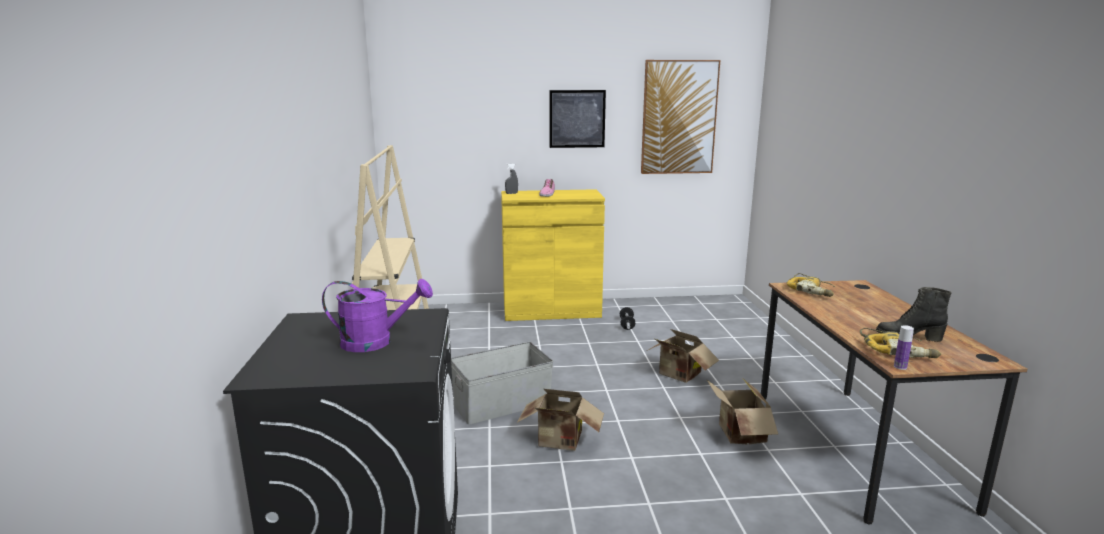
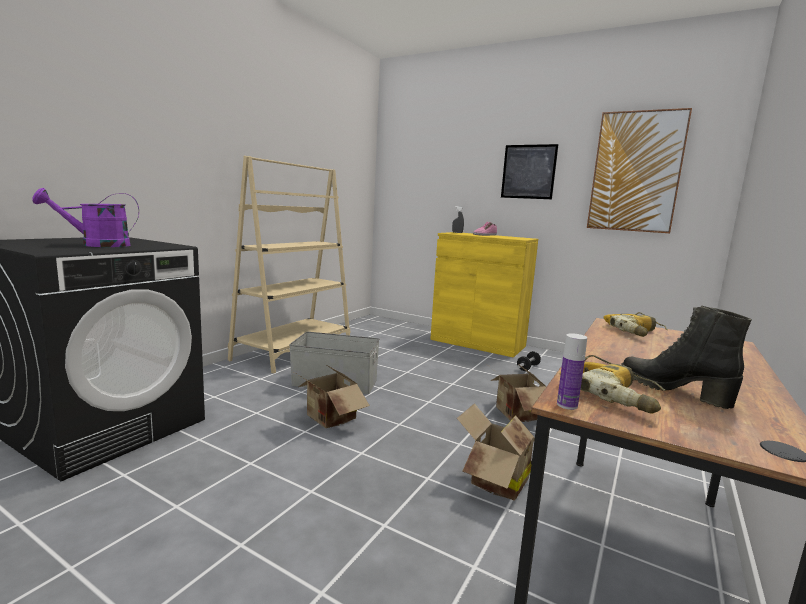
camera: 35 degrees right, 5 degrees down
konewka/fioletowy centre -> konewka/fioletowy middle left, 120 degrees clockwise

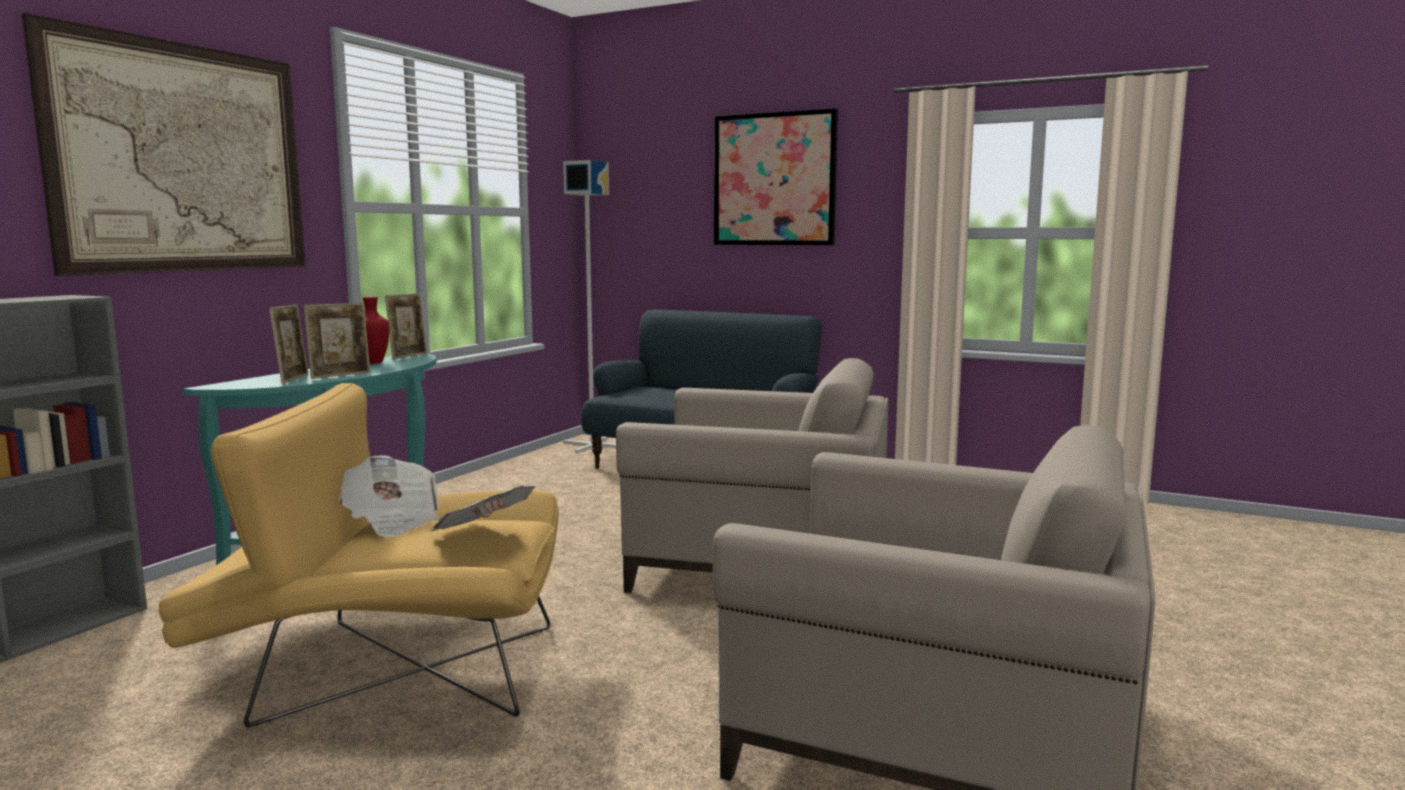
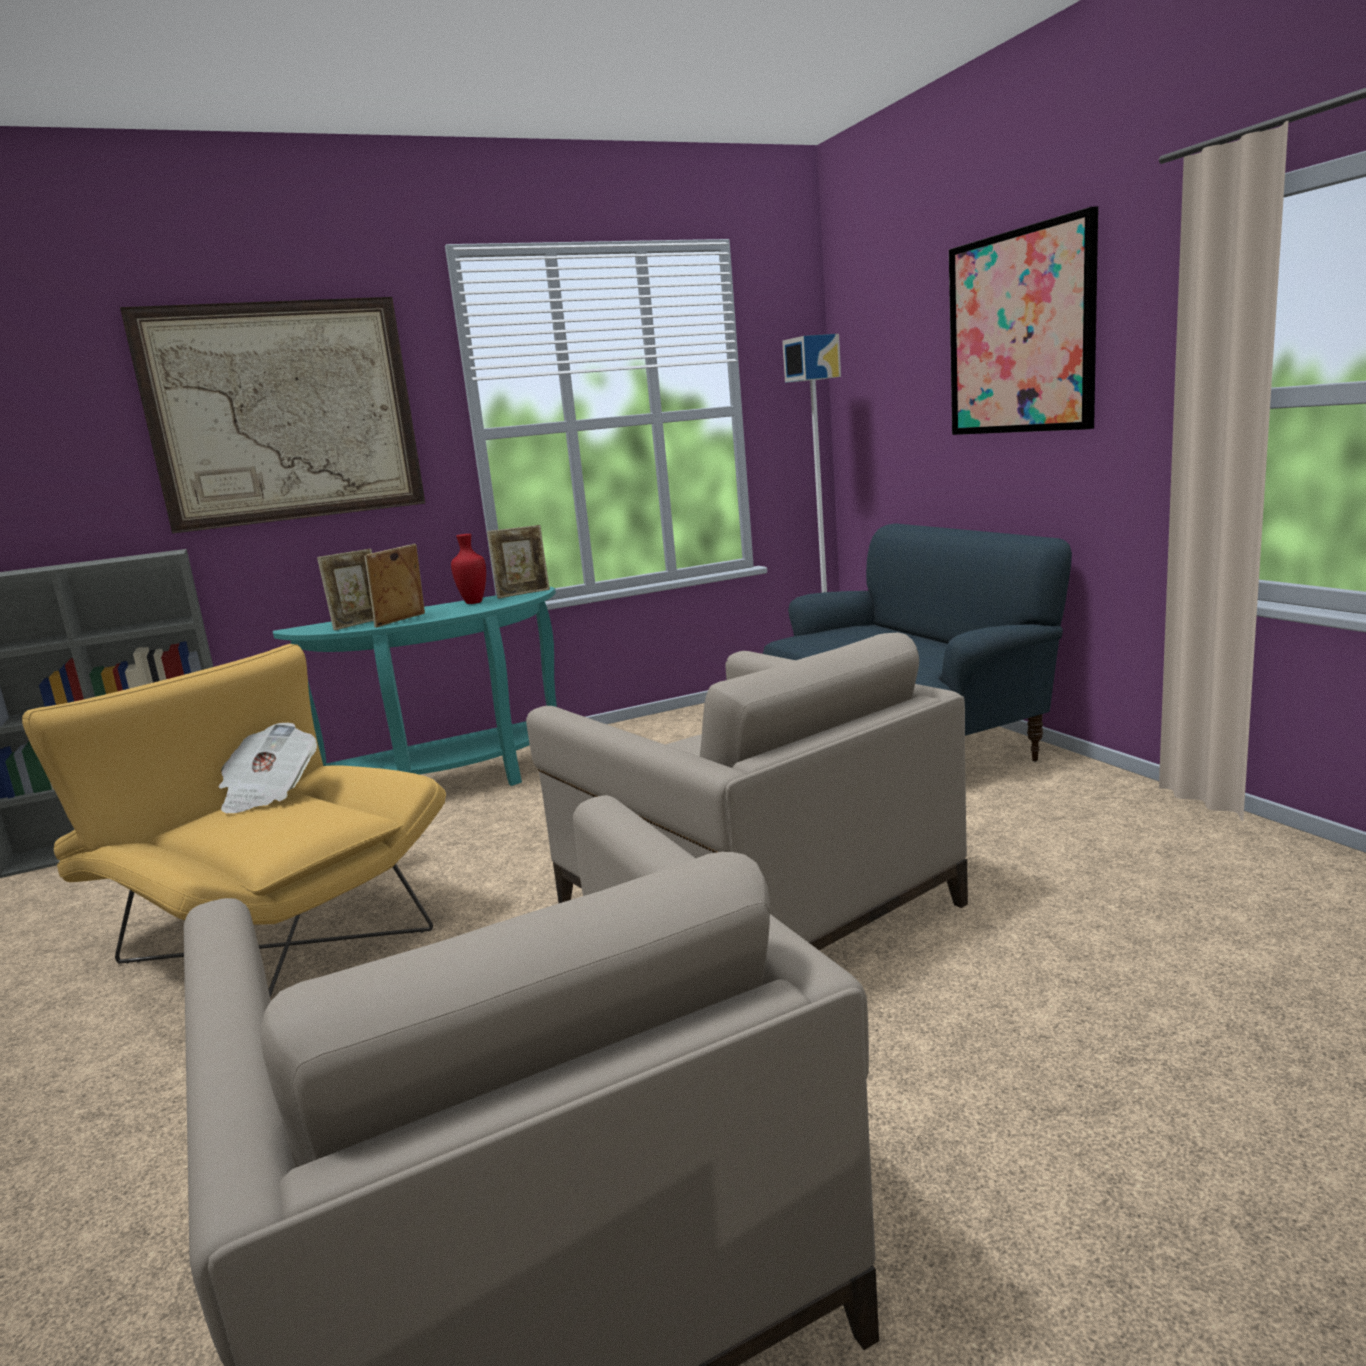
camera: 40 degrees right, 5 degrees up
ramka na zdjęcie (2nd from left) middle left, 135 degrees clockwise
gazeta (2nd from left) centre -> none

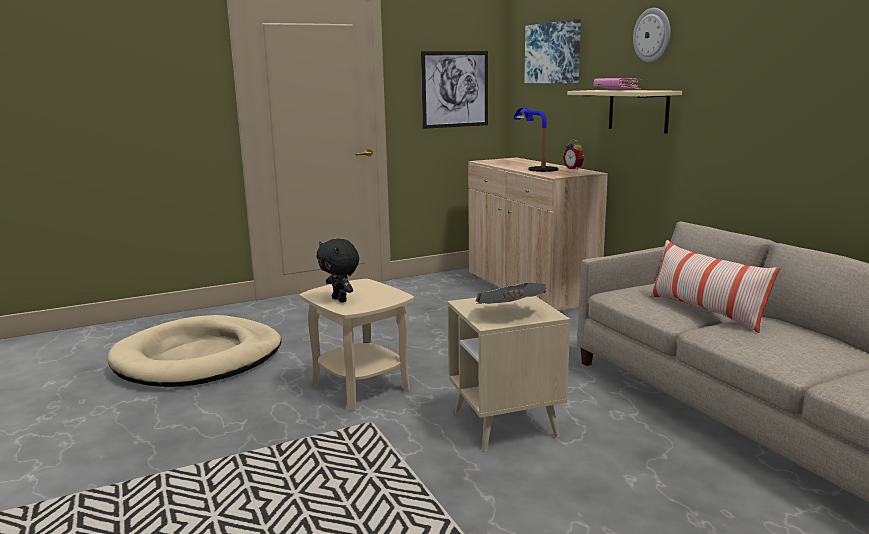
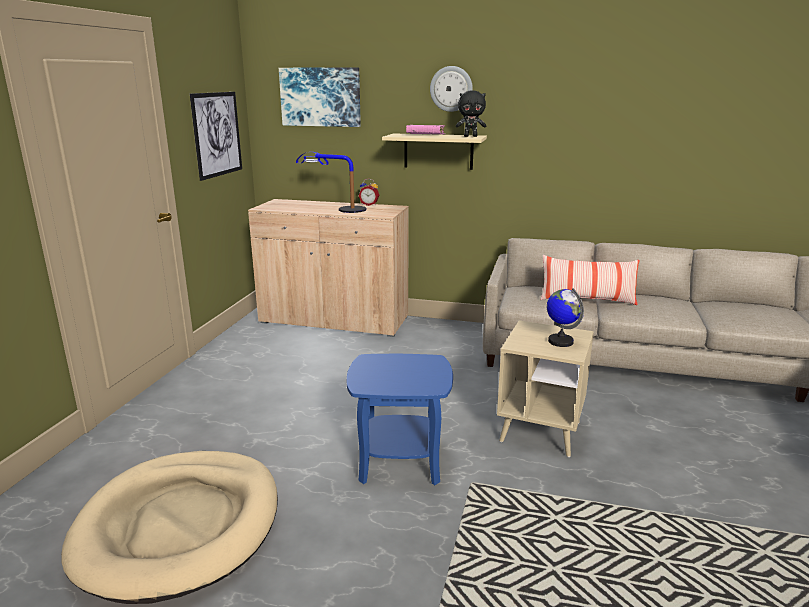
camera: 50 degrees left, 5 degrees up
stolik/beżowy (1st from left) centre -> stolik/niebieski bottom centre
pluszak/czarny centre -> pluszak/czarny top centre, moved
gazeta centre -> globus middle right

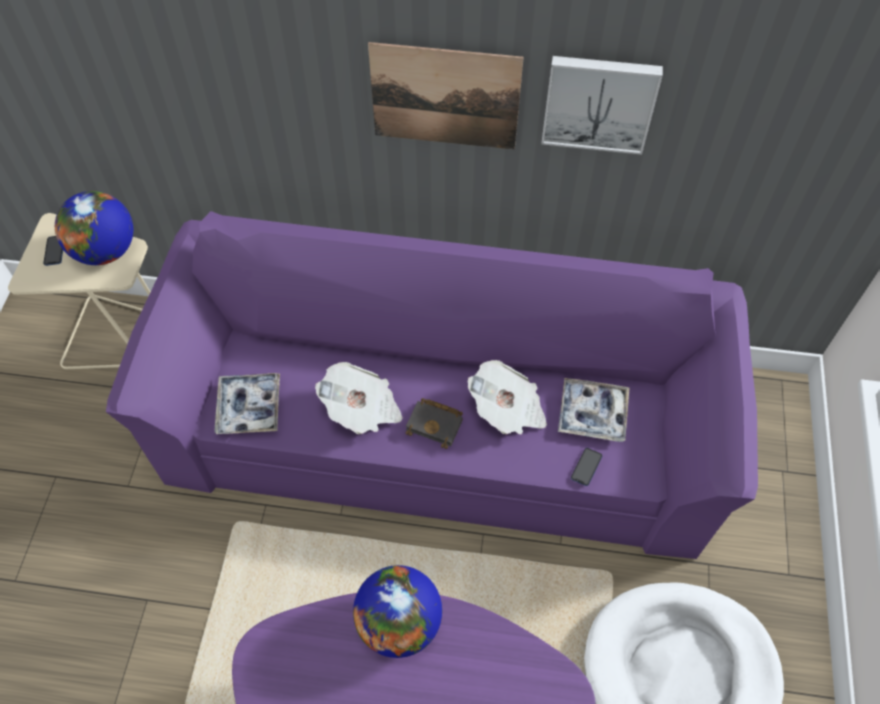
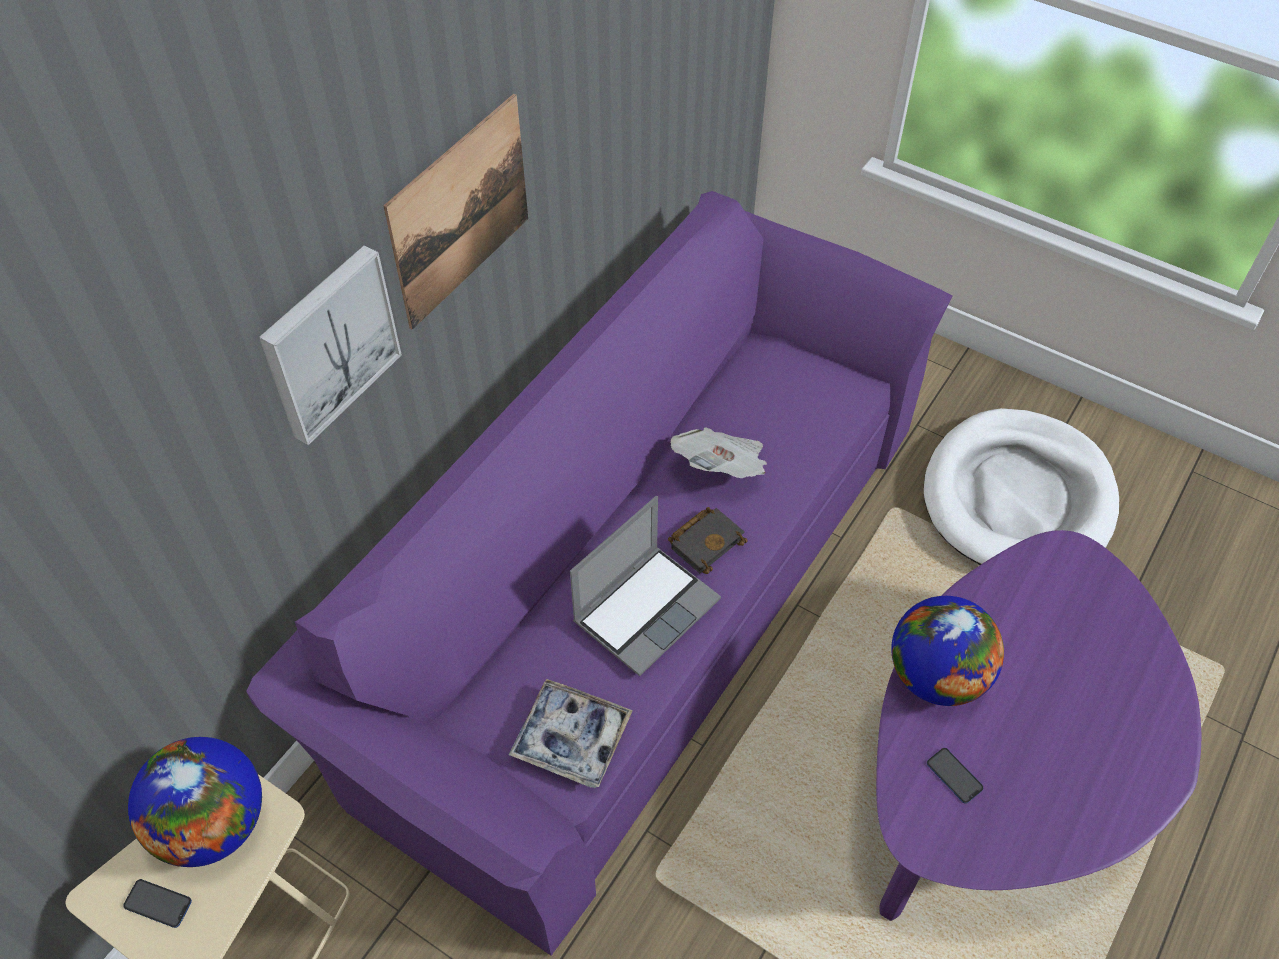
camera: 65 degrees left, 5 degrees down
obraz (2nd from left in the first image) top right -> obraz (1st from left) middle left, moved
gazeta (1st from left) centre -> laptop centre
telefon (2nd from left) centre -> telefon (2nd from left) bottom right, moved
taca (2nd from left) middle right -> none

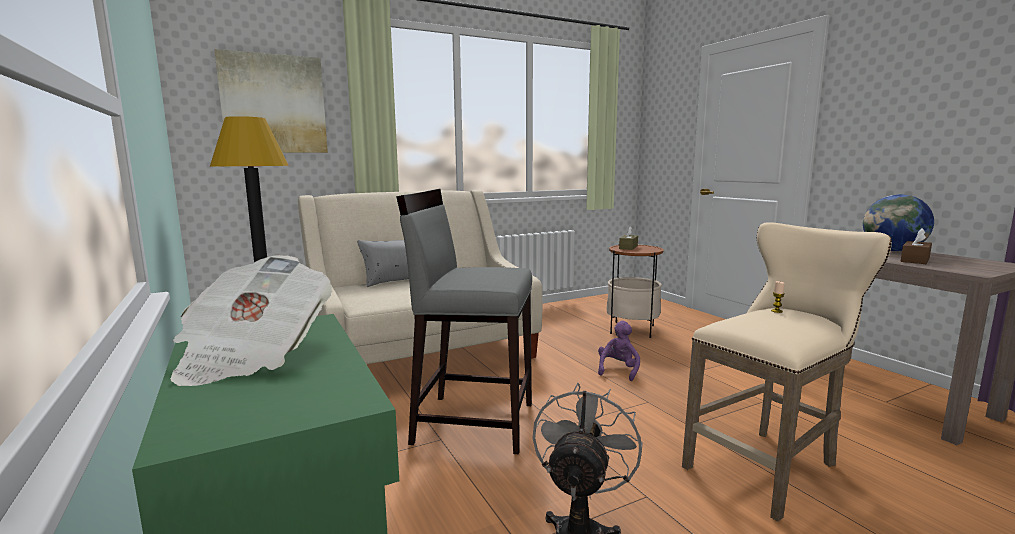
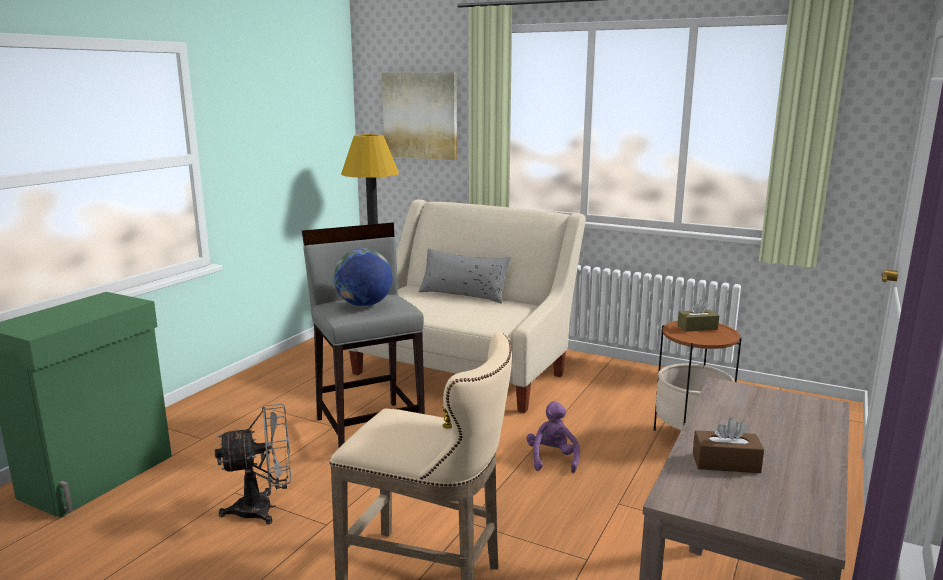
camera: 55 degrees right, 5 degrees up
globus middle right -> globus centre, moved
pluszak/fioletowy centre -> pluszak/fioletowy bottom centre, 75 degrees counterclockwise
gazeta middle left -> none

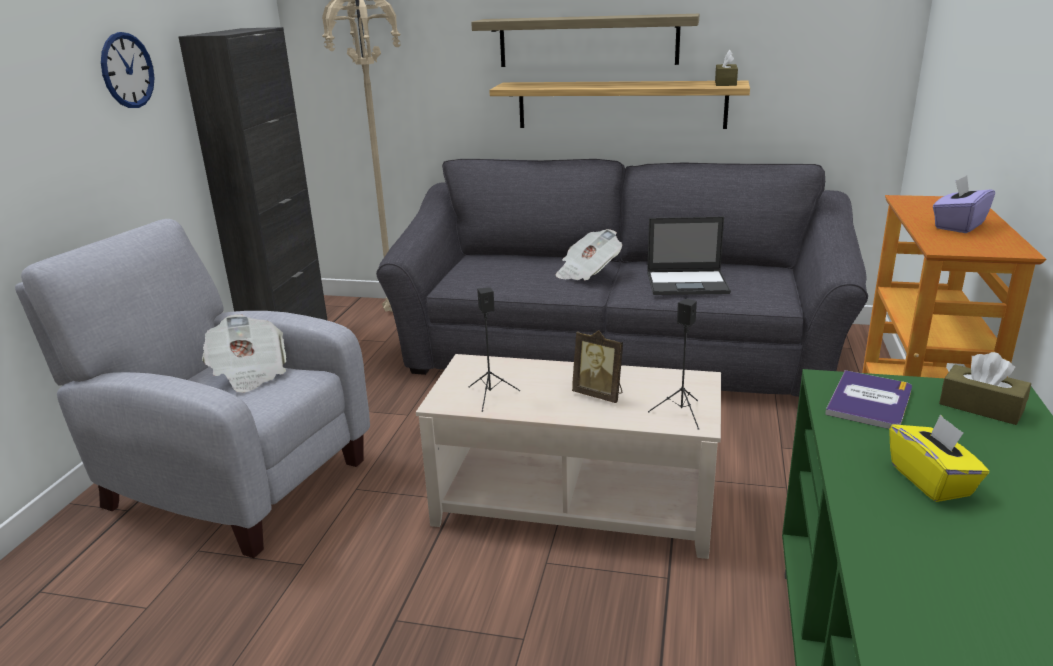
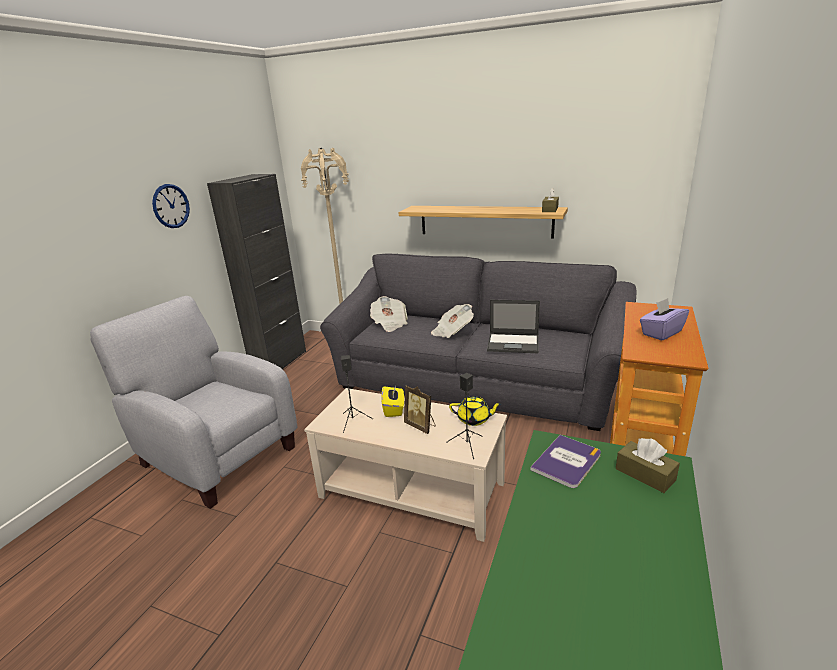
camera: 10 degrees right, 0 degrees up
gazeta (1st from left) middle left -> gazeta (1st from left) centre, moved
pudełko chusteczek/żółty bottom right -> pudełko chusteczek/żółty centre, moved
none -> imbryk/żółty centre
półka (1st from left) top centre -> none

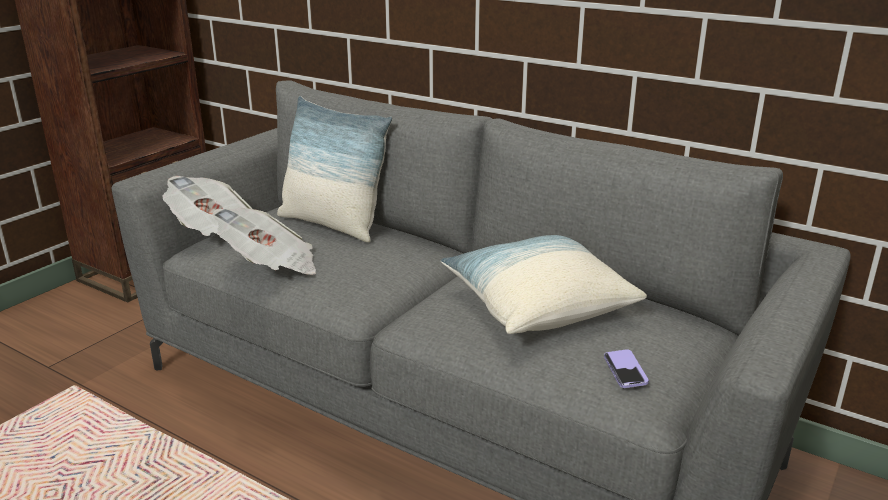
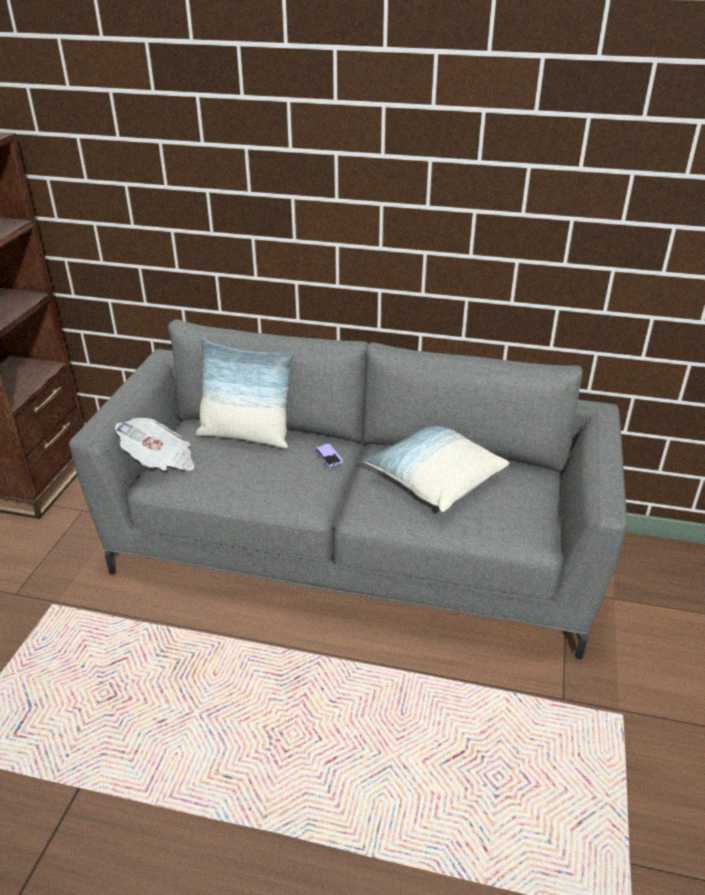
camera: 20 degrees left, 10 degrees up
telefon bottom right -> telefon centre, moved
gazeta (2nd from left) middle left -> none

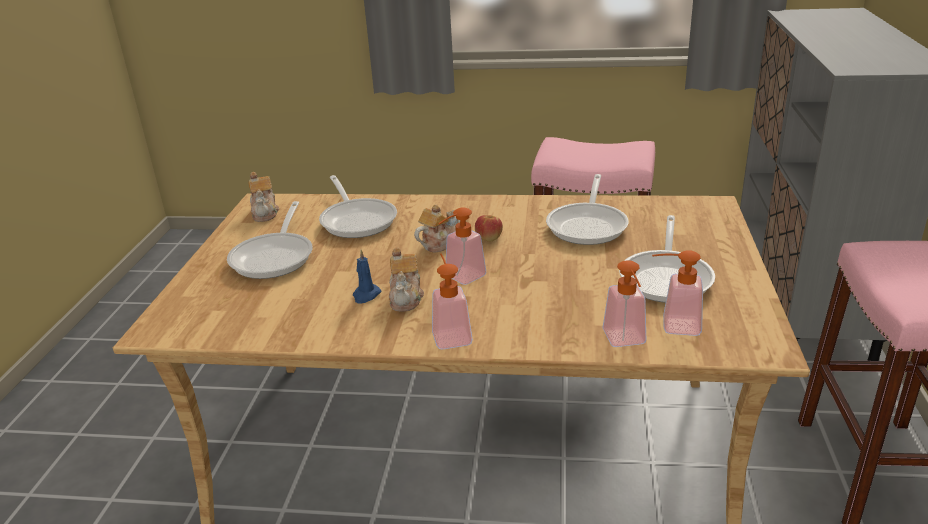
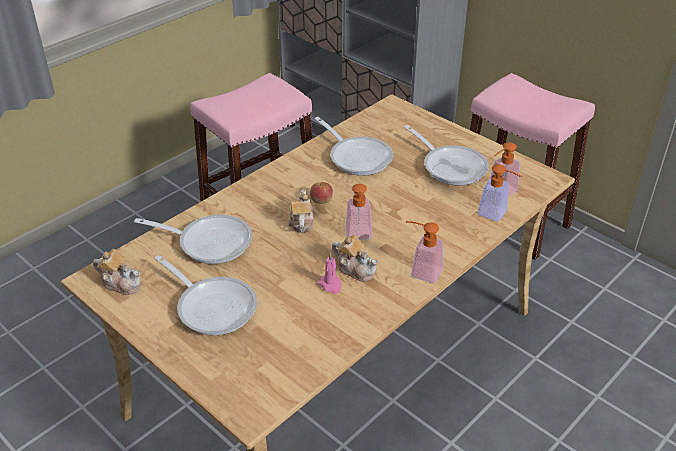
camera: 55 degrees left, 10 degrees up
świeca/niebieski centre -> świeca/różowy centre

